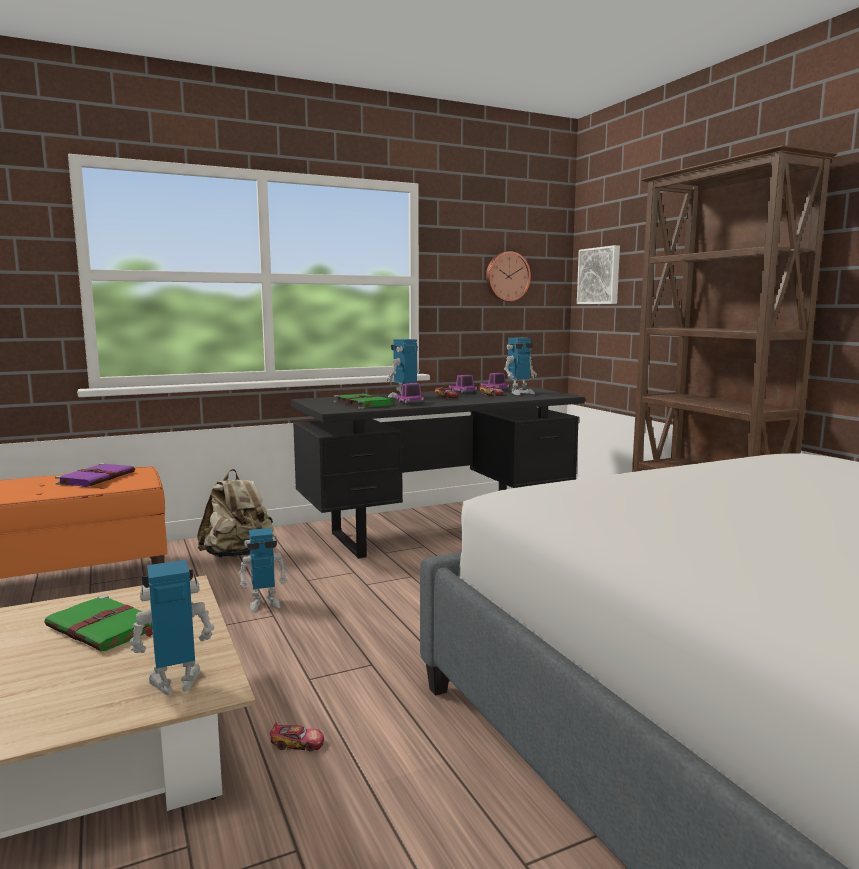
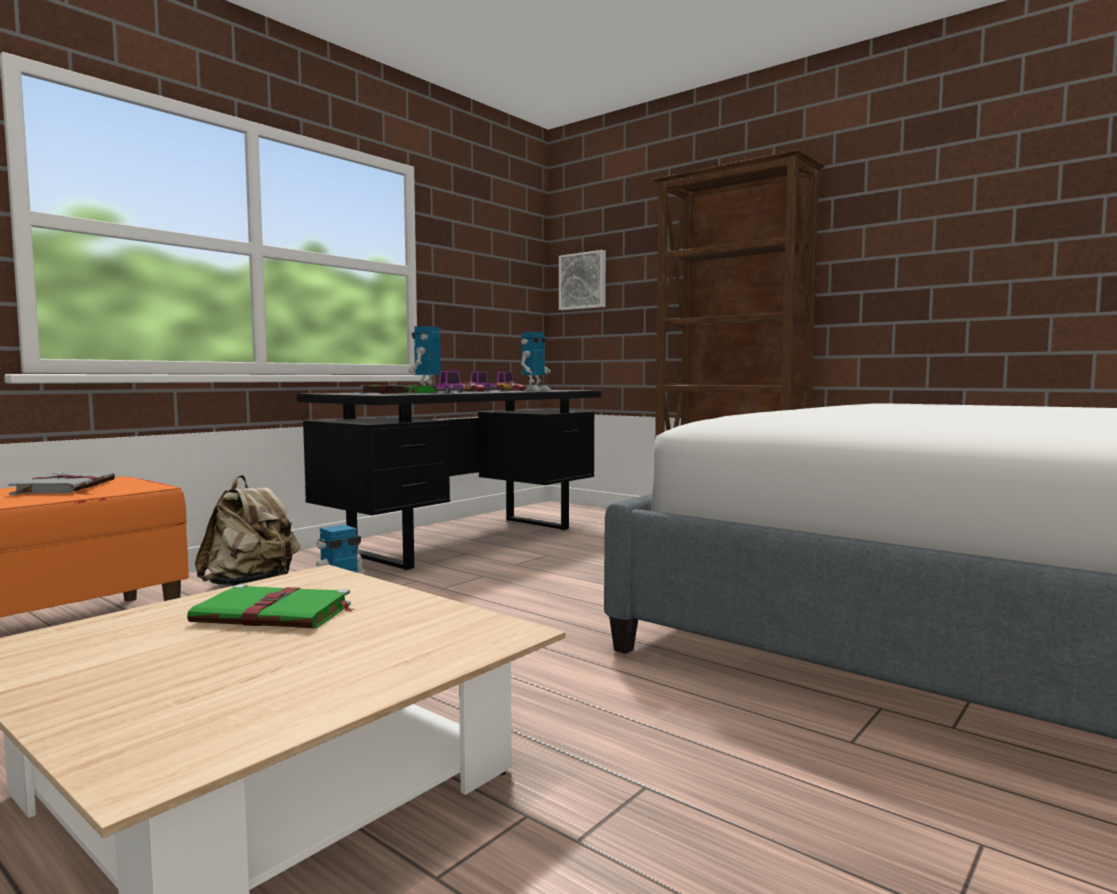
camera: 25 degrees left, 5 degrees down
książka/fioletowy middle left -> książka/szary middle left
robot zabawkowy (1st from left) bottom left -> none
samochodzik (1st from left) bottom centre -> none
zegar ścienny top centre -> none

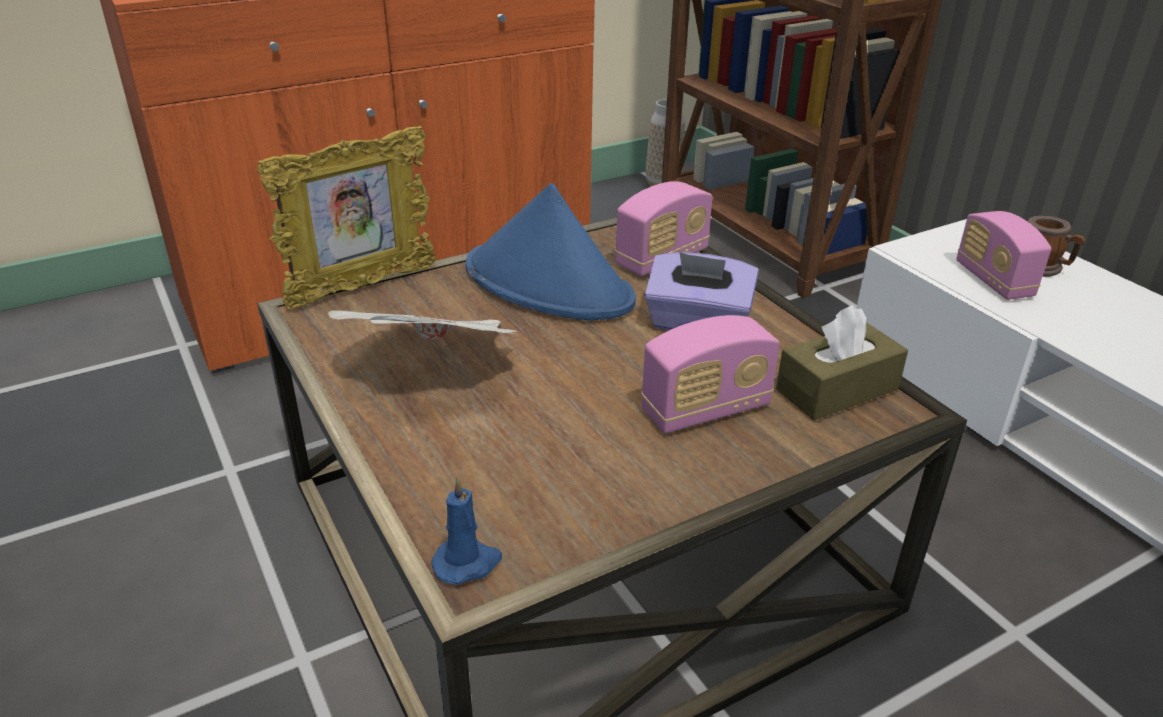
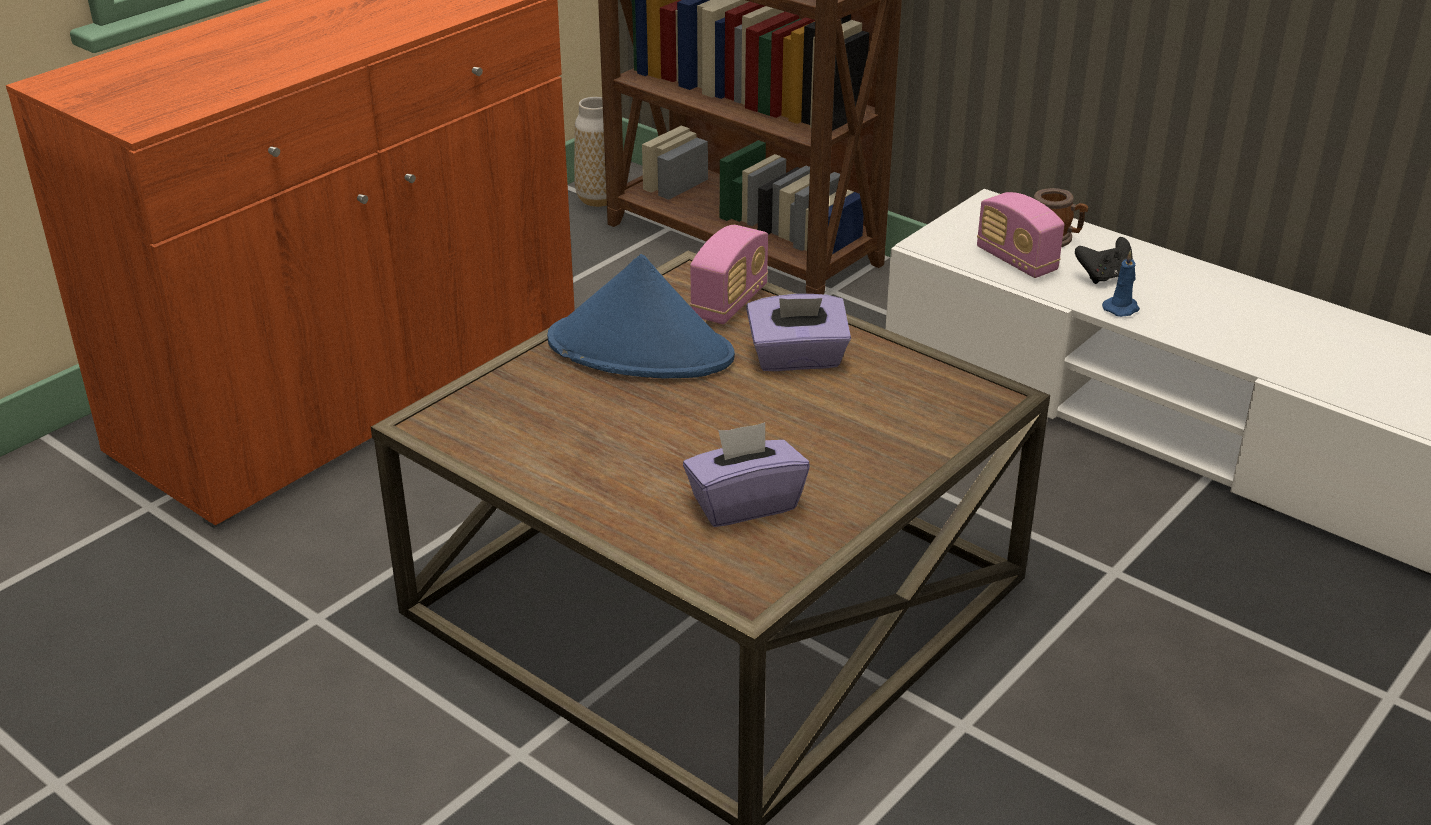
camera: 20 degrees left, 0 degrees up
none -> pudełko chusteczek/fioletowy (1st from left) centre
none -> pad do gier/czarny top right
świeca/niebieski bottom centre -> świeca/niebieski middle right, moved
ramka na zdjęcie top left -> none
gazeta centre -> none
radio (2nd from left) centre -> none
pudełko chusteczek/brązowy middle right -> none

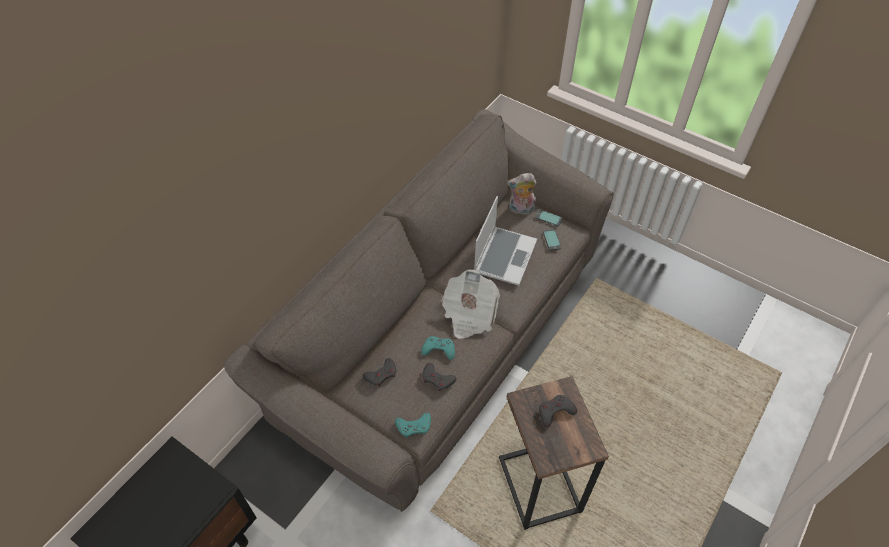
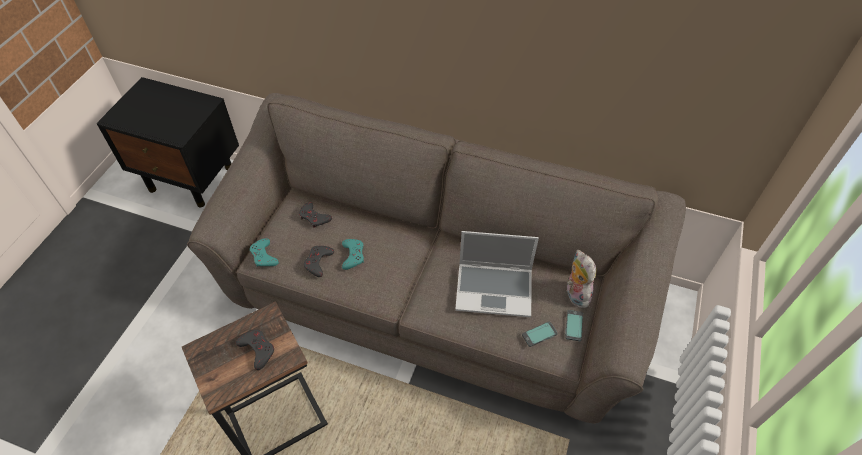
camera: 75 degrees right, 0 degrees up
gazeta centre -> none

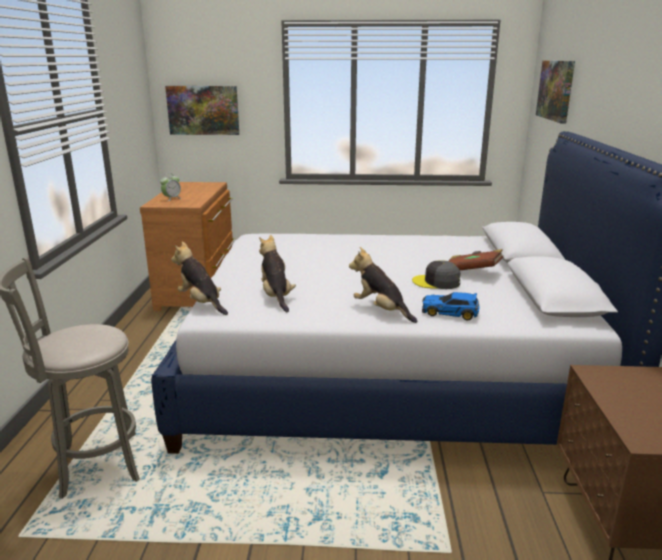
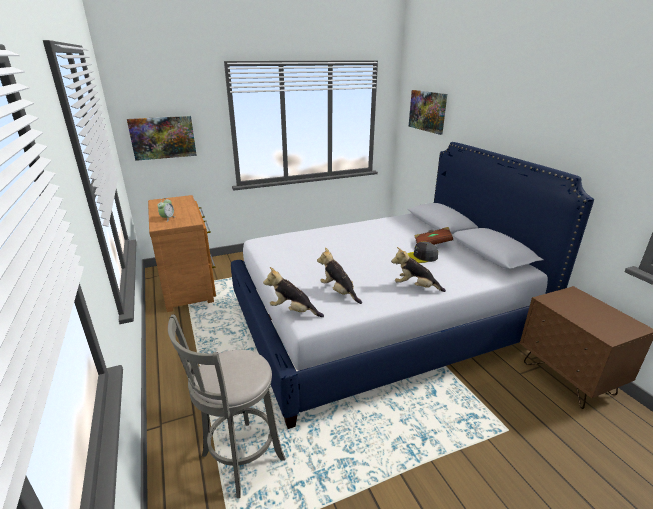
camera: 25 degrees left, 5 degrees up
samochodzik middle right -> none

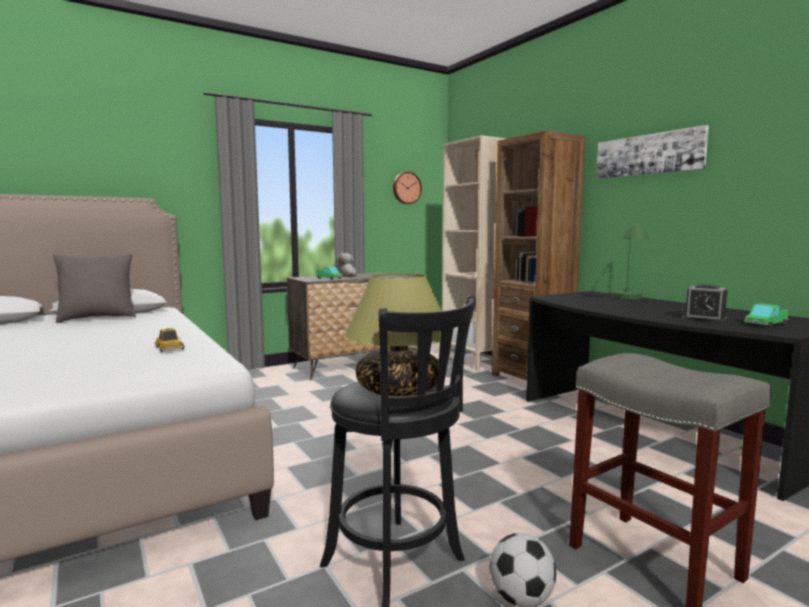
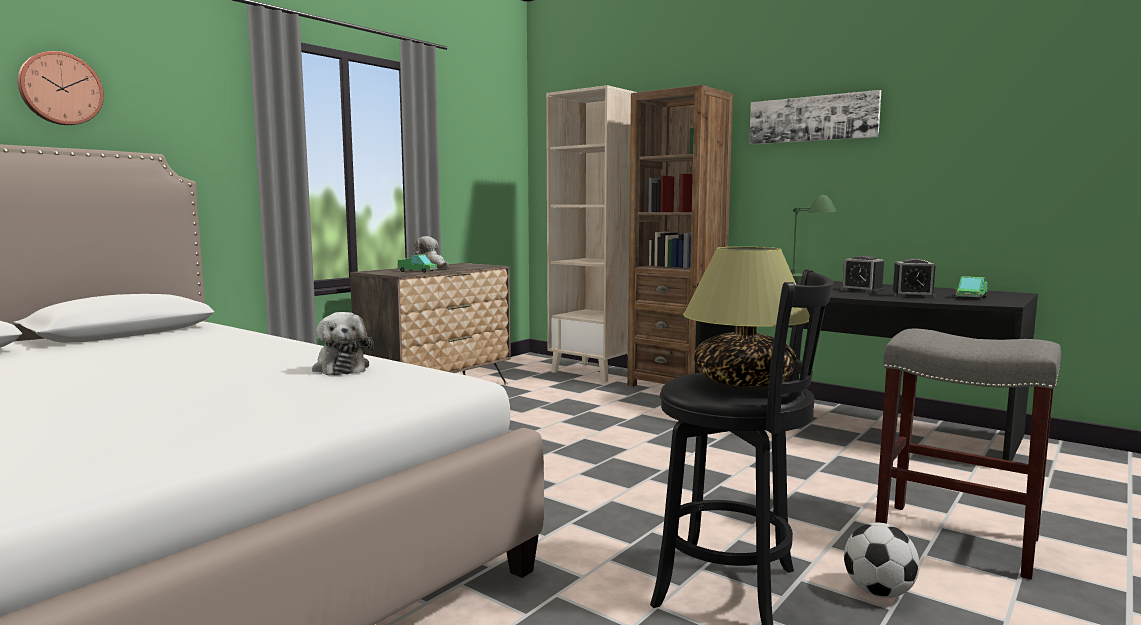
camera: 20 degrees left, 0 degrees up
zegar ścienny top centre -> zegar ścienny top left, moved
samochodzik middle left -> pluszak (1st from left) middle left
none -> budzik (1st from left) middle right
poduszka/szary middle left -> none

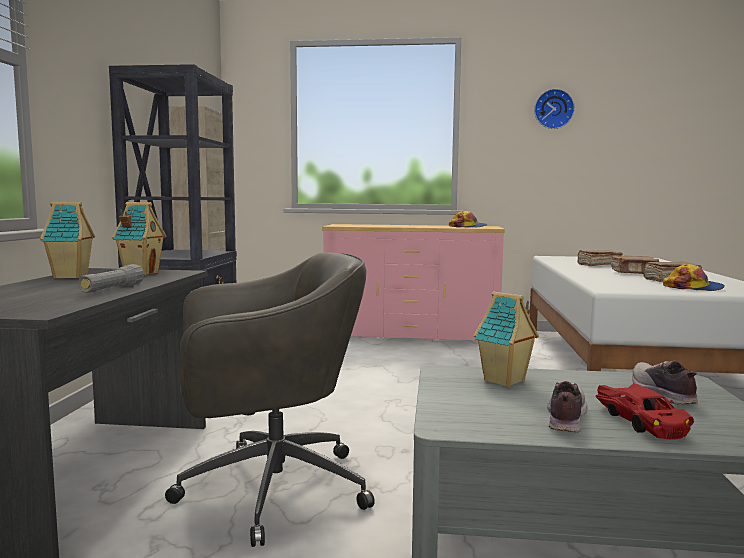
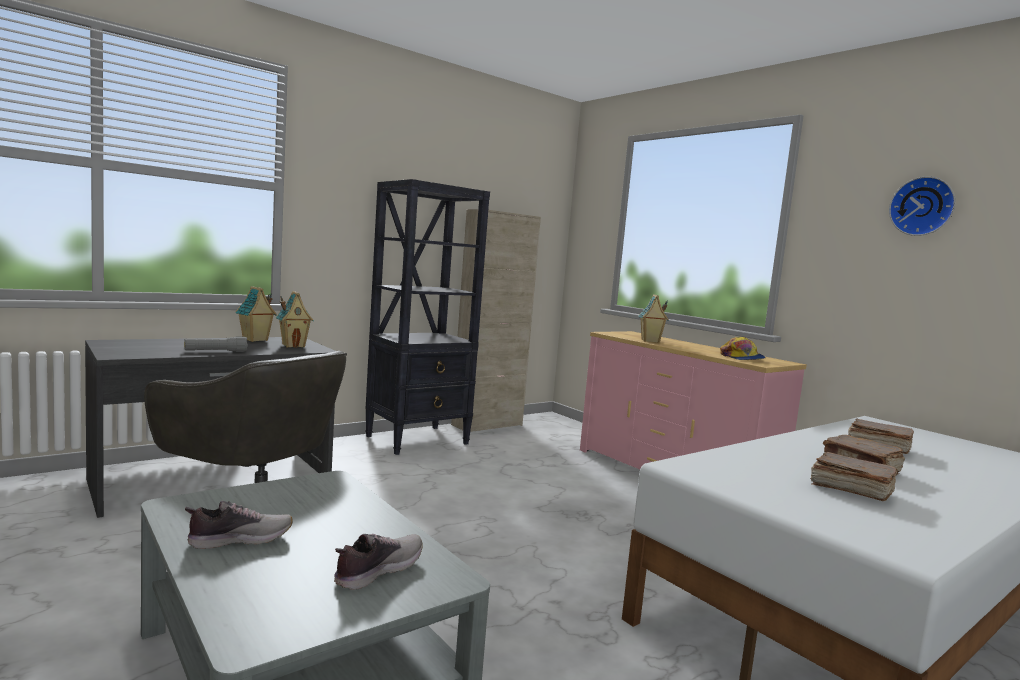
camera: 45 degrees right, 0 degrees up
domek (3rd from left) middle right -> domek (3rd from left) centre, moved
samochodzik/czerwony bottom right -> none
czapka z daszkiem (2nd from left) middle right -> none

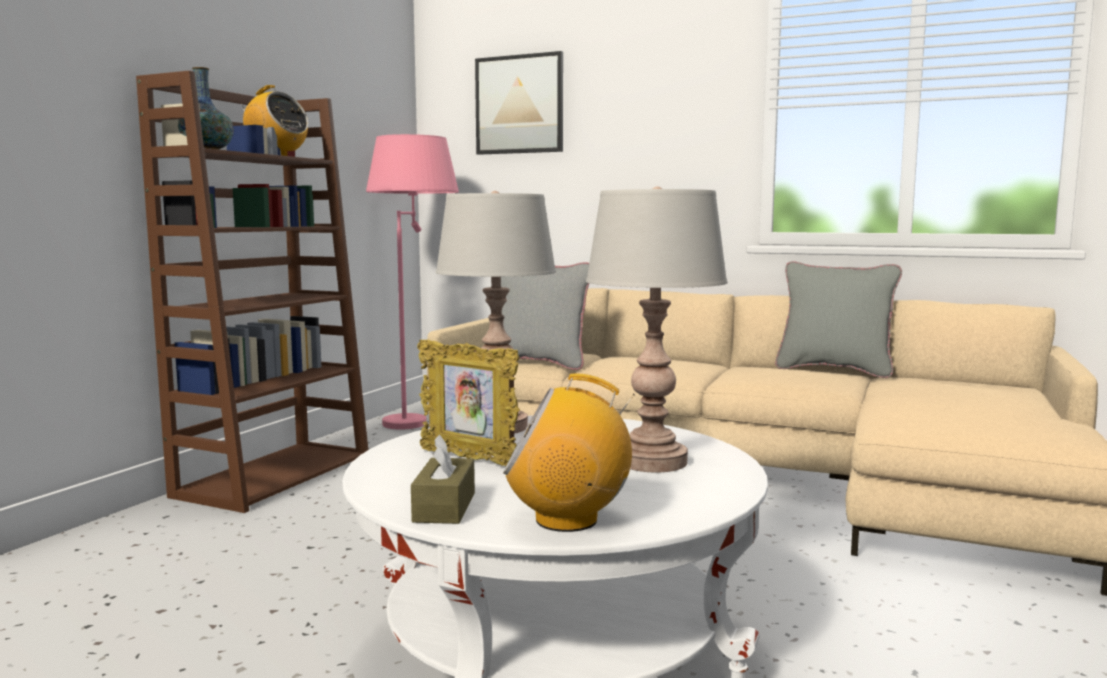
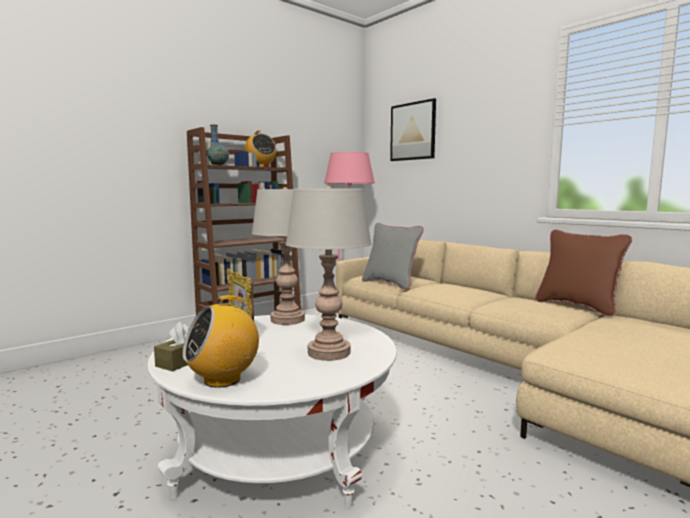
camera: 25 degrees right, 0 degrees up
radio (2nd from left in the first image) bottom centre -> radio (1st from left) middle left, 60 degrees counterclockwise
poduszka/szary (2nd from left) middle right -> poduszka/brązowy middle right

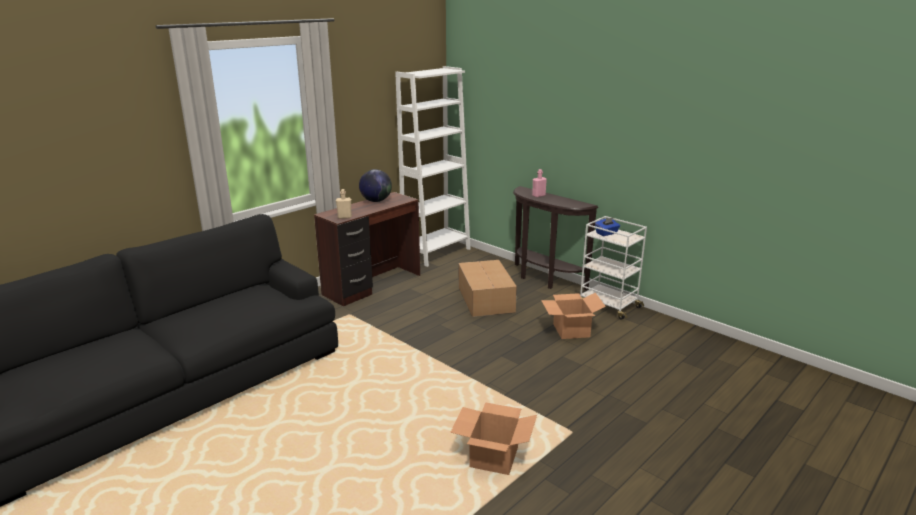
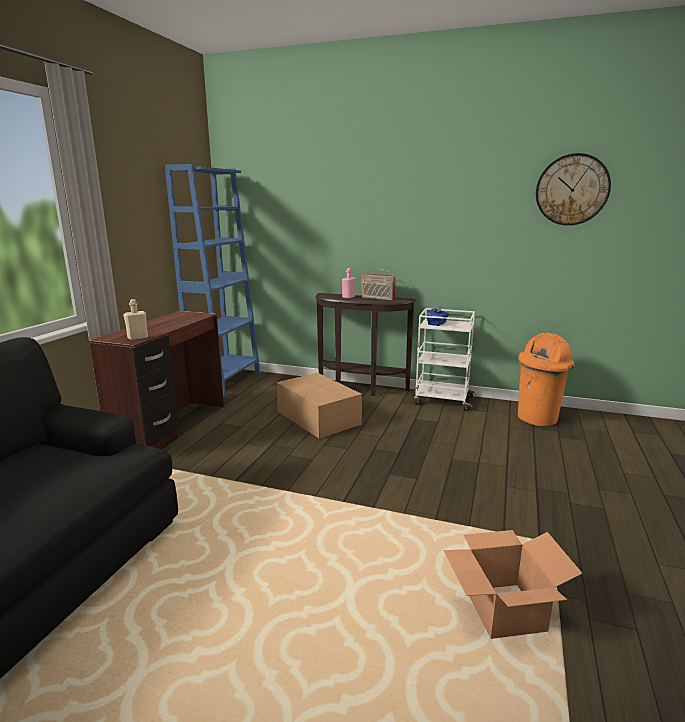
camera: 25 degrees left, 5 degrees down
regał/biały top centre -> regał/niebieski middle left
none -> radio centre
none -> kosz na śmieci/pomarańczowy middle right
none -> zegar ścienny top right
globus centre -> none
karton (3rd from left) centre -> none

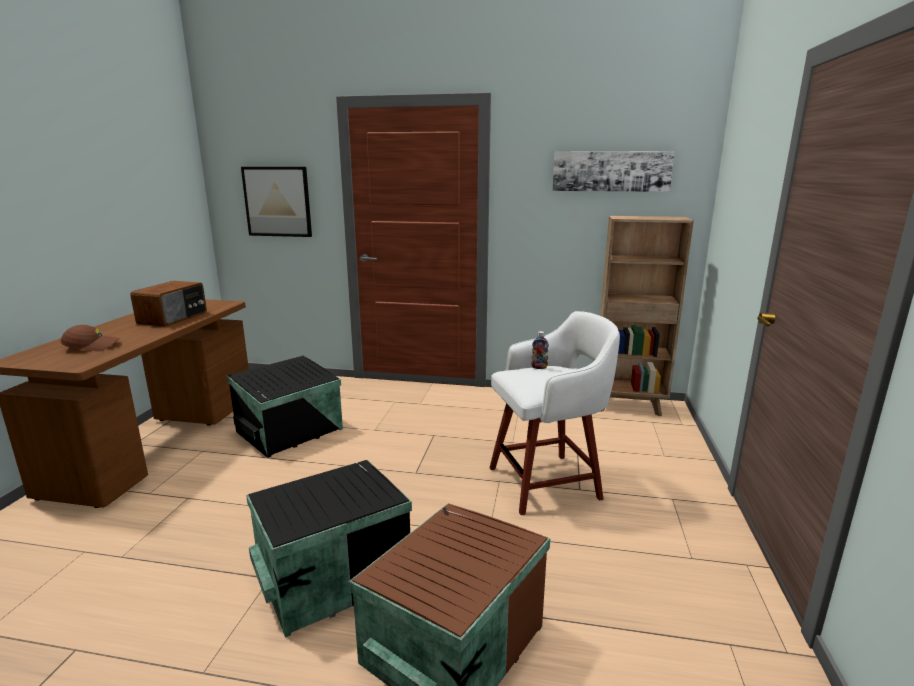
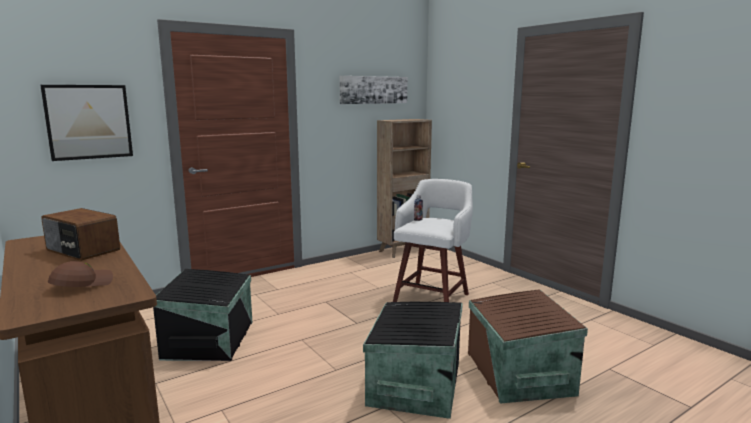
camera: 45 degrees left, 5 degrees down
radio middle left, 150 degrees clockwise

